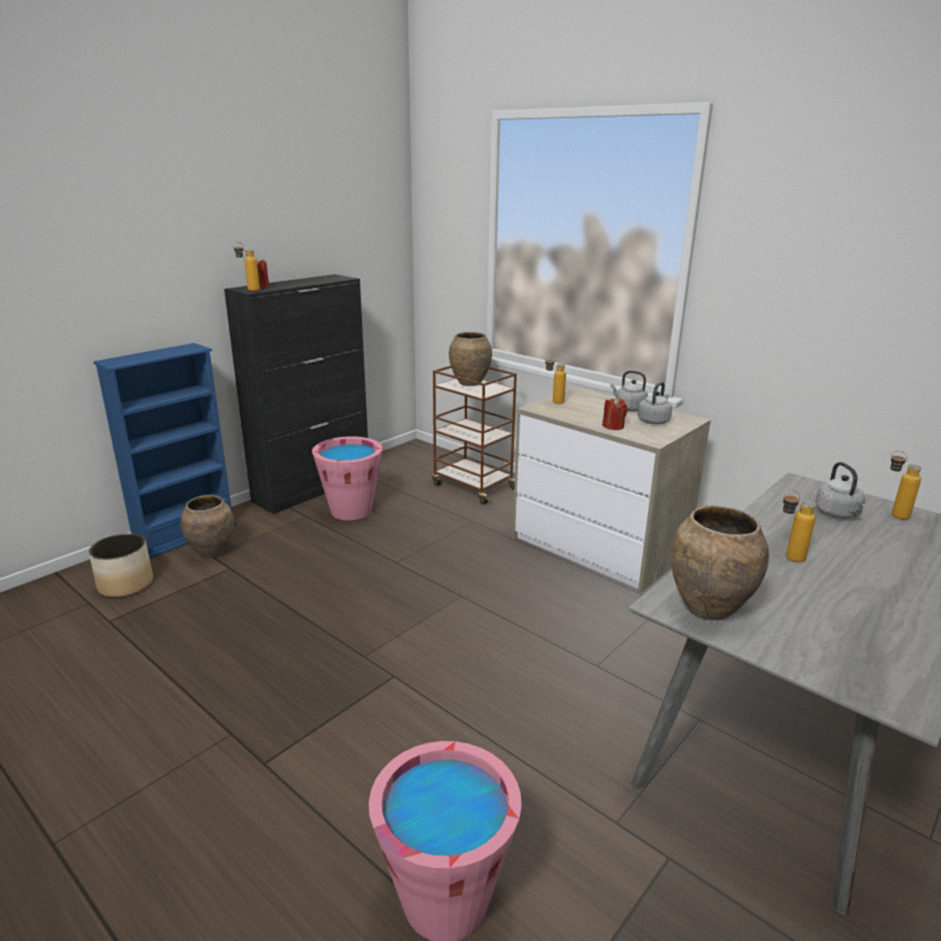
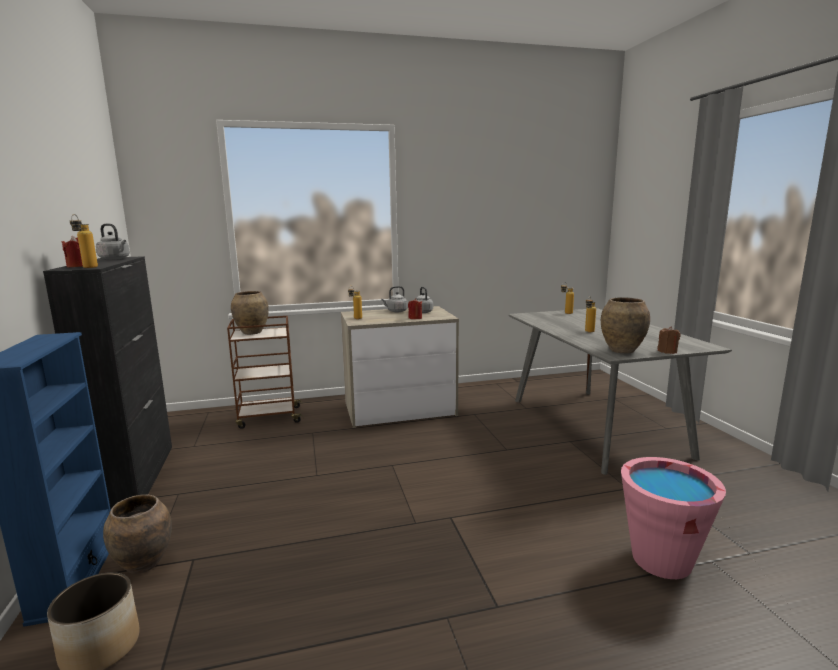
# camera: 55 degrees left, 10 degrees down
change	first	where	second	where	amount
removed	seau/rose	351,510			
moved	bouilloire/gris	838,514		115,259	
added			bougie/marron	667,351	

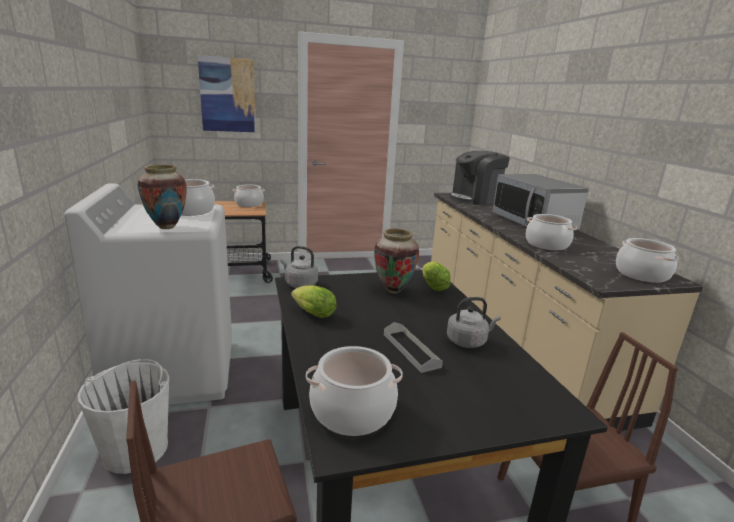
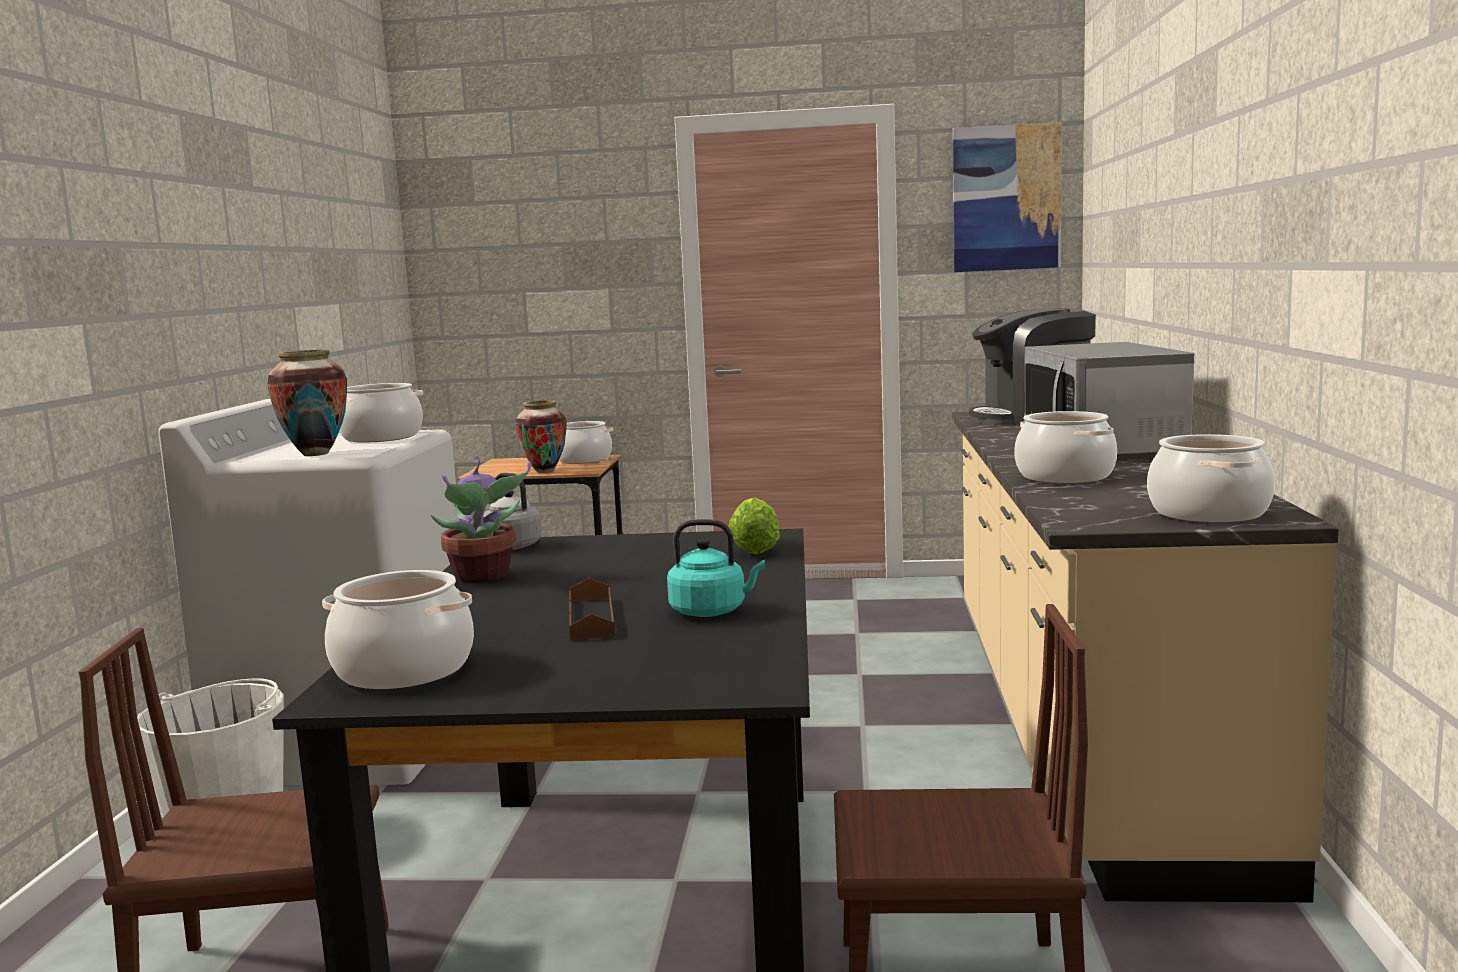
# camera: 20 degrees right, 10 degrees down
change	first	where	second	where	amount
moved	tableau	228,95		1006,198	
replaced	laitue	311,313	plante en pot	483,577	
moved	vase	393,290		545,471	
recoloured	plateau/gris	411,350	plateau/marron	591,618	
recoloured	bouilloire/gris	468,341	bouilloire/turquoise	712,611	

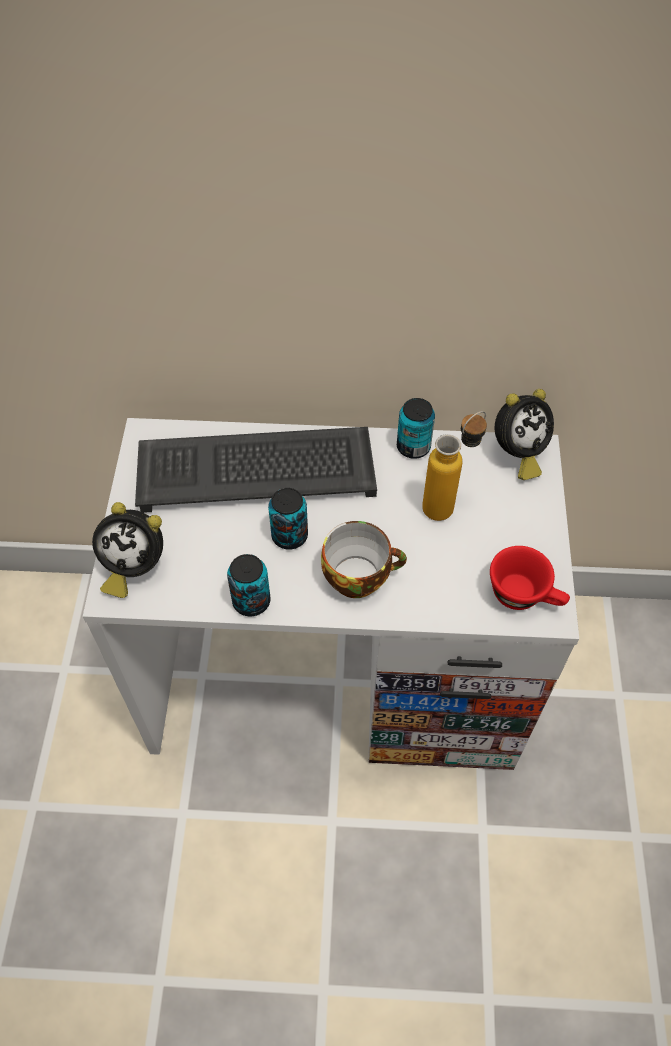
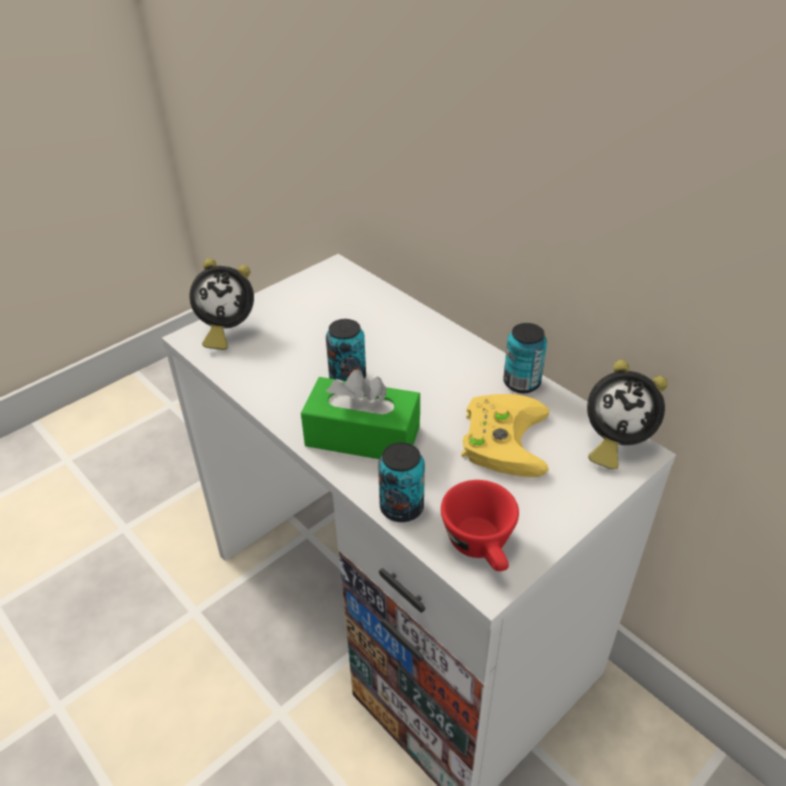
# camera: 45 degrees right, 15 degrees down
change	first	where	second	where	amount
turned	réveil	133,567		226,331	60 degrees counterclockwise
removed	clavier	258,468			
moved	boîte métallique	251,601		401,507	
replaced	tasse	359,576	boîte à mouchoirs/vert	362,436	
replaced	bouteille	448,503	manette/jaune	501,436	

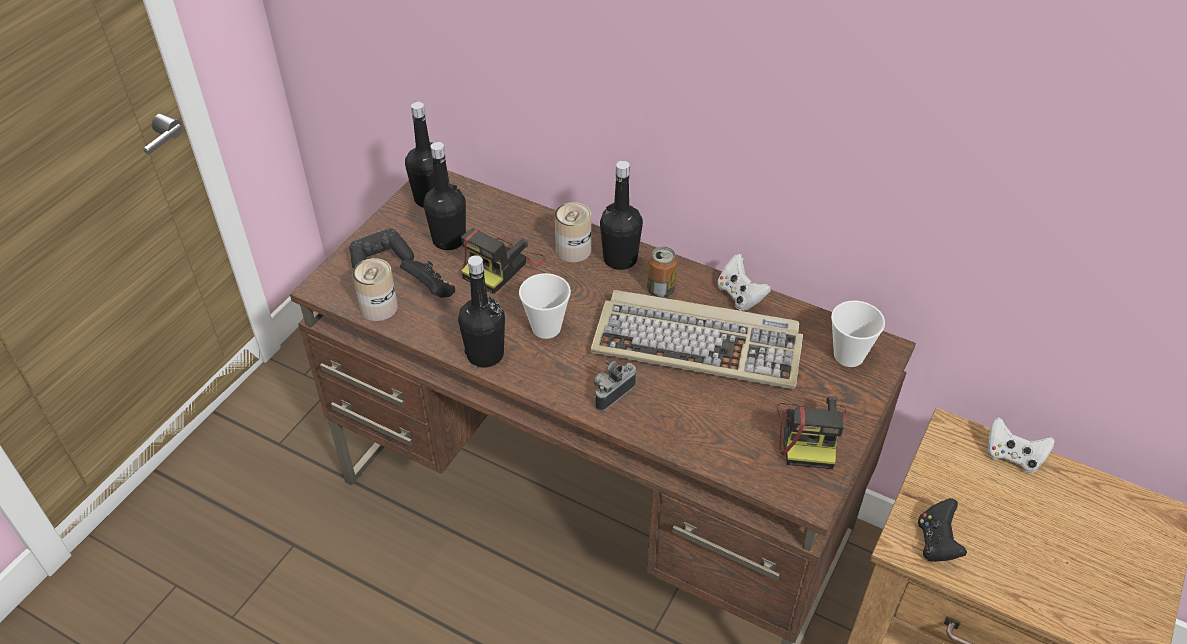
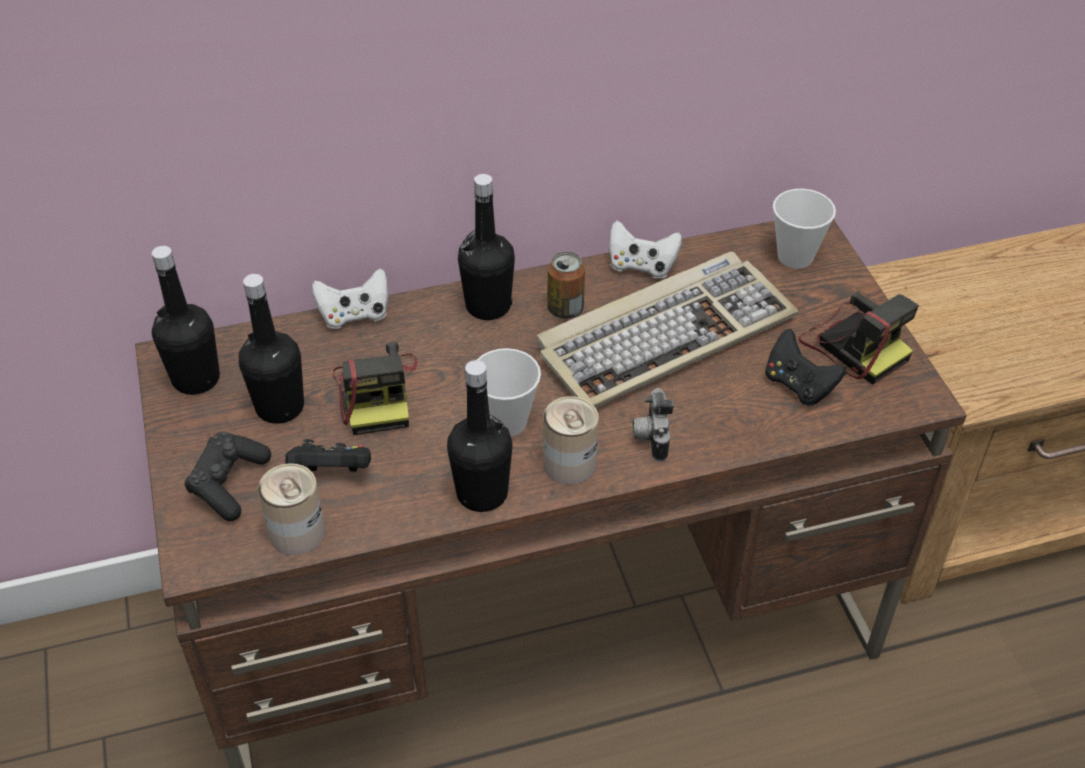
# camera: 45 degrees left, 0 degrees up
change	first	where	second	where	amount
moved	boîte métallique	573,250		569,464	
moved	manette/noir	936,542		798,385	
moved	manette/blanc	1012,456		354,315	

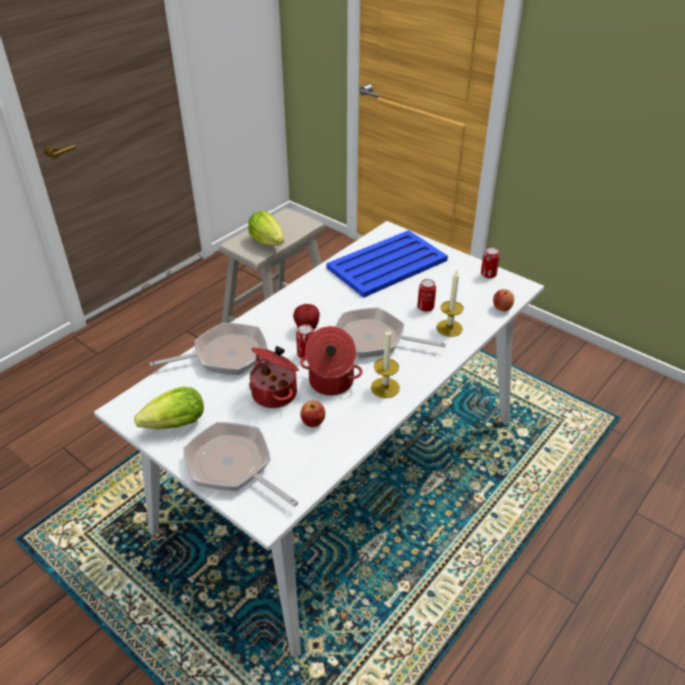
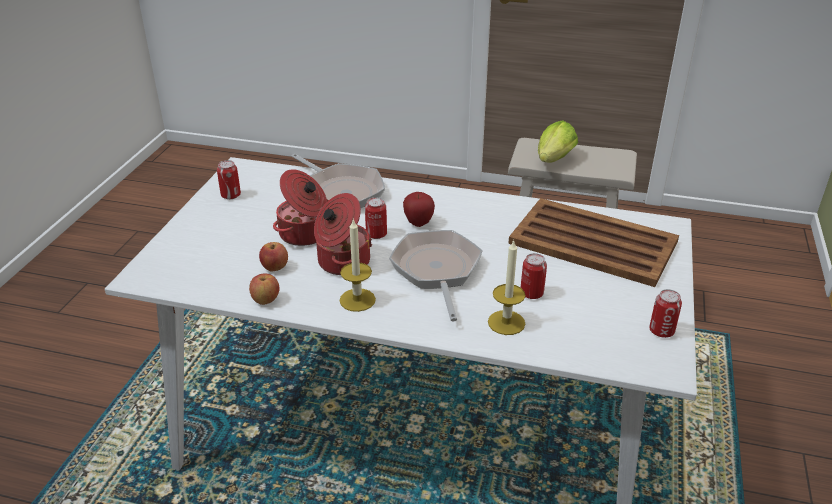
# camera: 65 degrees right, 5 degrees down
change	first	where	second	where	amount
replaced	laitue	172,426	boîte métallique	231,195	
removed	poêle	233,466			
recoloured	plateau/bleu	386,264	plateau/marron	591,242	
moved	pomme	502,308		265,300	

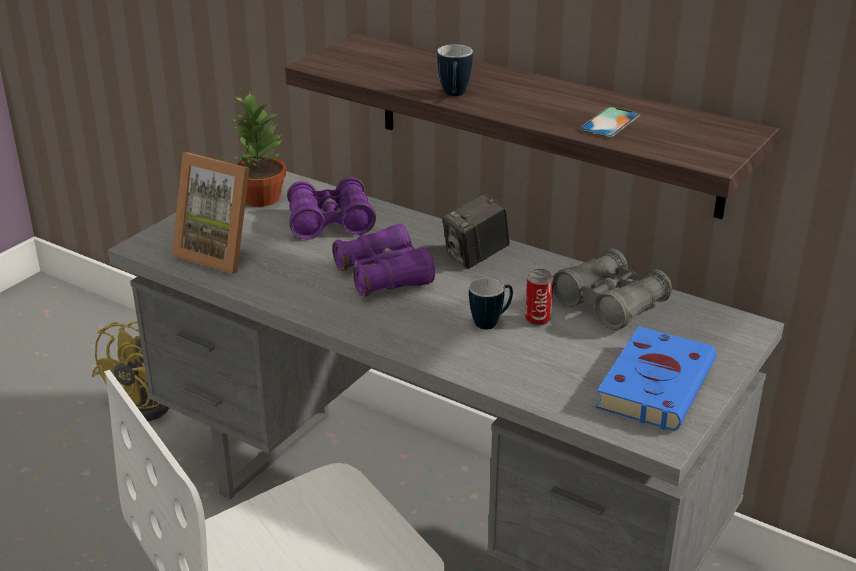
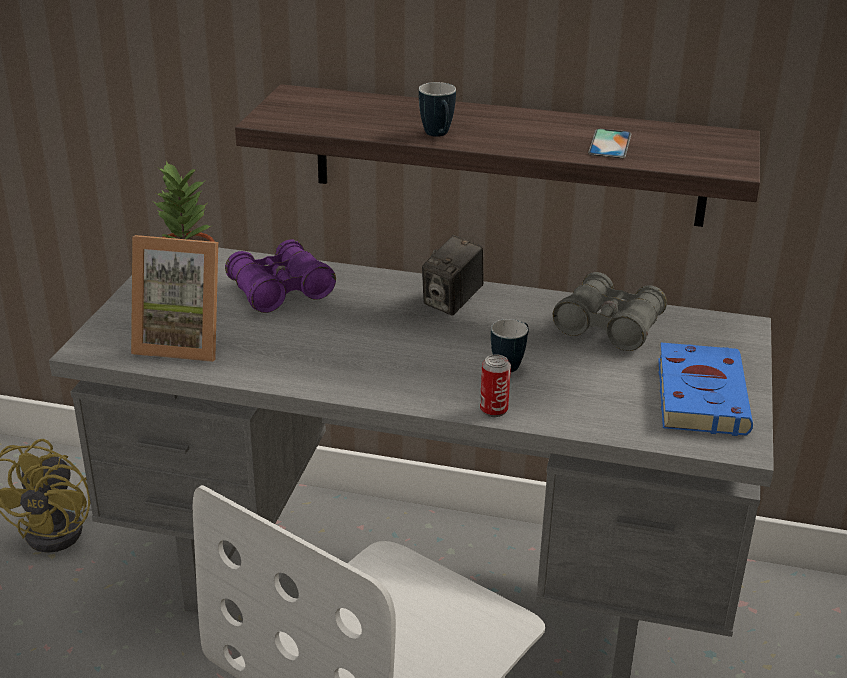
# camera: 20 degrees left, 0 degrees up
change	first	where	second	where	amount
removed	jumelles/violet	383,276			
moved	boîte métallique	537,319		493,410	

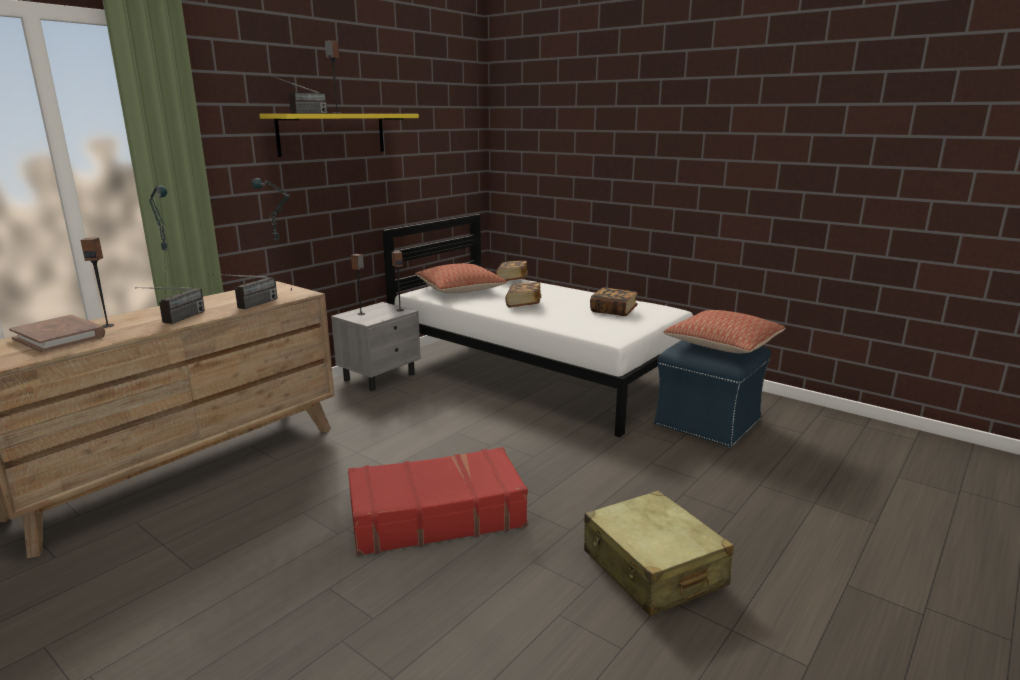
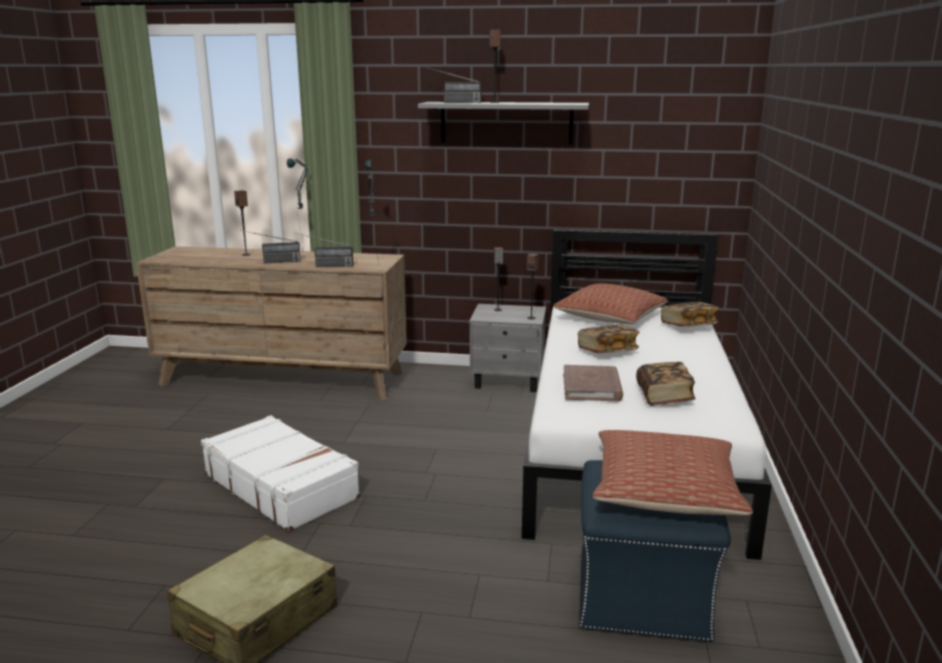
# camera: 60 degrees right, 0 degrees up
change	first	where	second	where	amount
moved	livre/marron	59,337		592,387	
recoloured	étagère/jaune	332,134	étagère/gris	506,122	
recoloured	valise/rouge	436,515	valise/blanc	281,486	

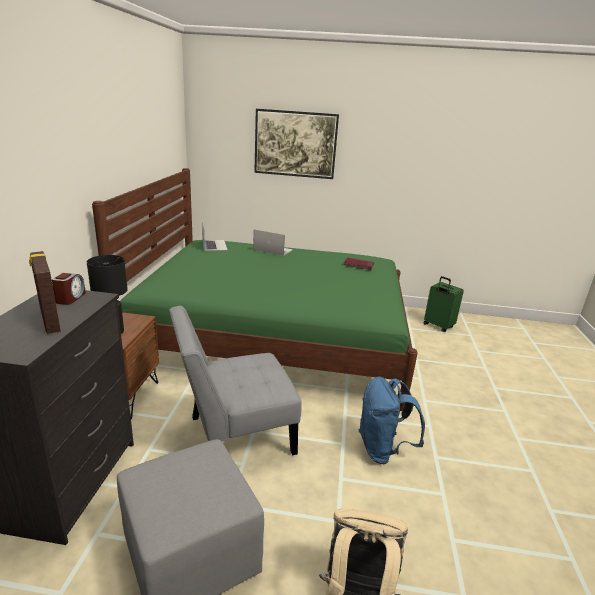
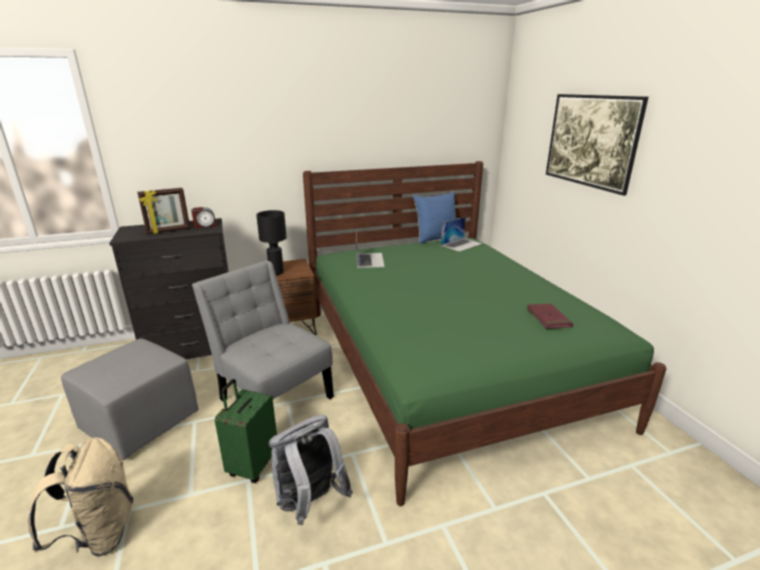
# camera: 65 degrees right, 0 degrees up
change	first	where	second	where	amount
turned	cadre photo	49,320		168,231	150 degrees counterclockwise
moved	ordinateur portable	273,249		369,260	
recoloured	sac à dos/bleu	383,449	sac à dos/gris	309,503	
moved	valise/vert	438,326		252,465	
added			coussin/bleu	435,239	

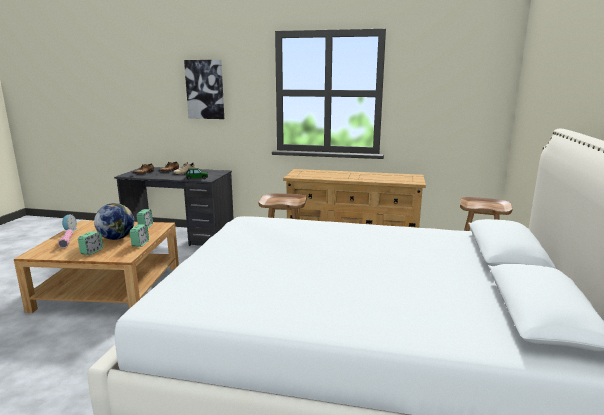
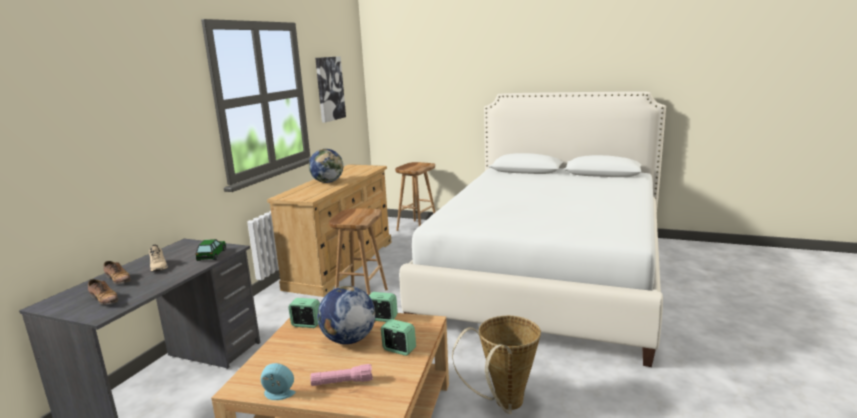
# camera: 80 degrees left, 0 degrees up
change	first	where	second	where	amount
moved	tableau	205,89		329,88	
added			globe	328,182	
added			panier	504,405	

